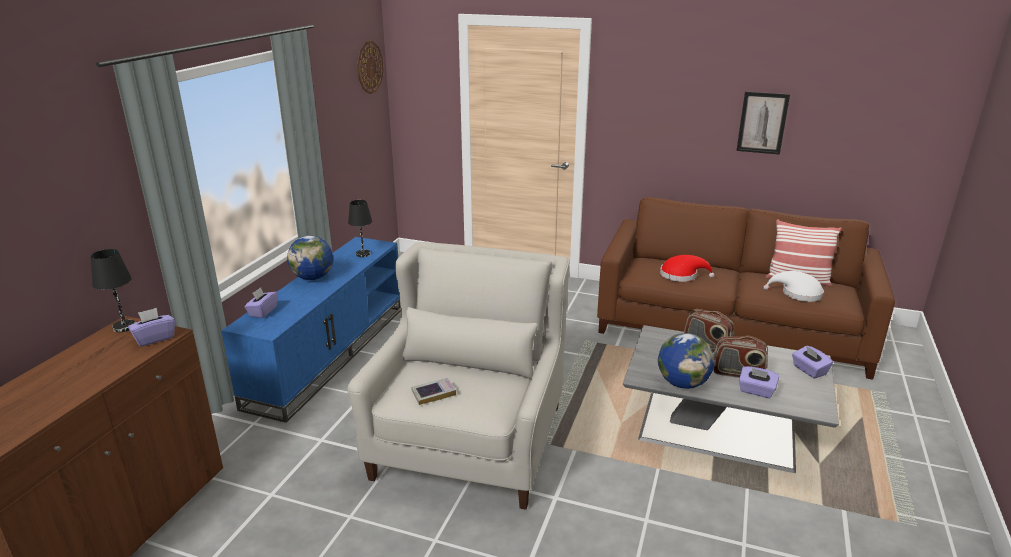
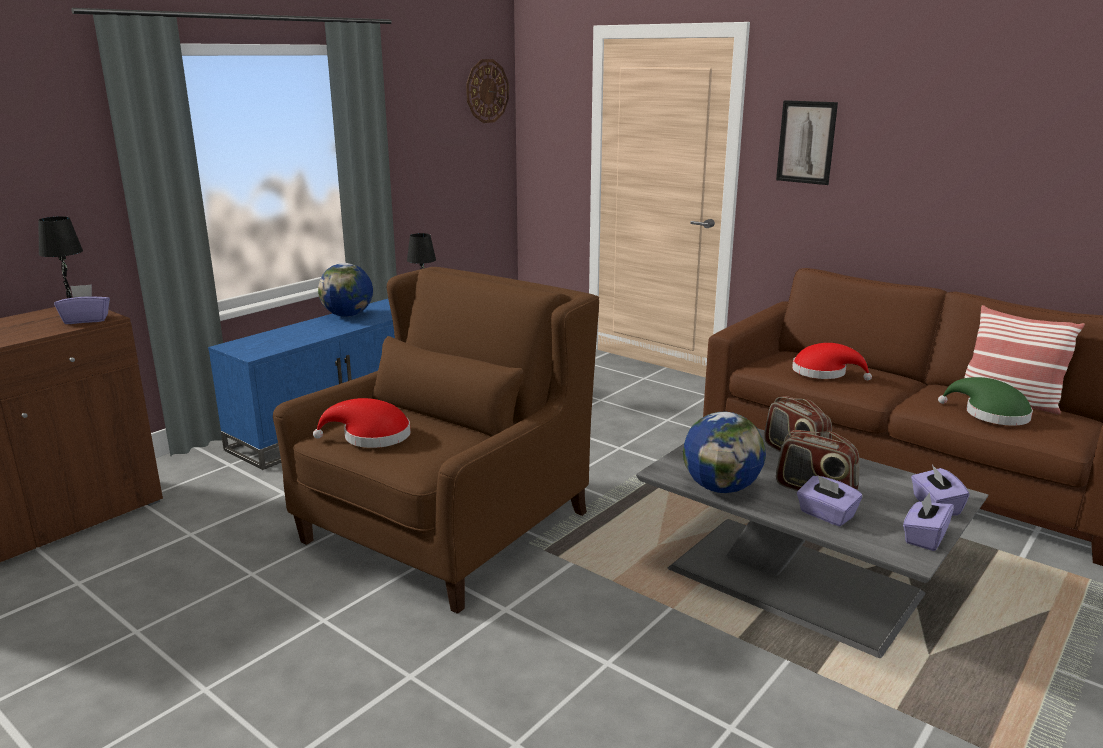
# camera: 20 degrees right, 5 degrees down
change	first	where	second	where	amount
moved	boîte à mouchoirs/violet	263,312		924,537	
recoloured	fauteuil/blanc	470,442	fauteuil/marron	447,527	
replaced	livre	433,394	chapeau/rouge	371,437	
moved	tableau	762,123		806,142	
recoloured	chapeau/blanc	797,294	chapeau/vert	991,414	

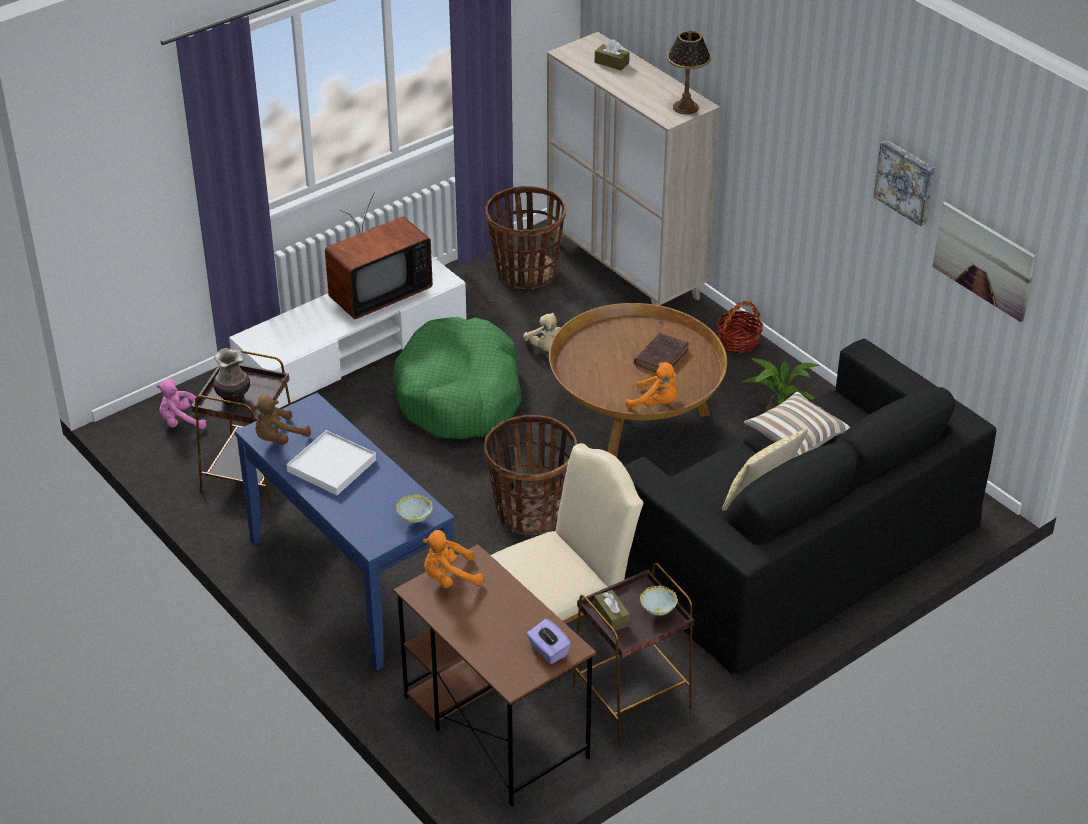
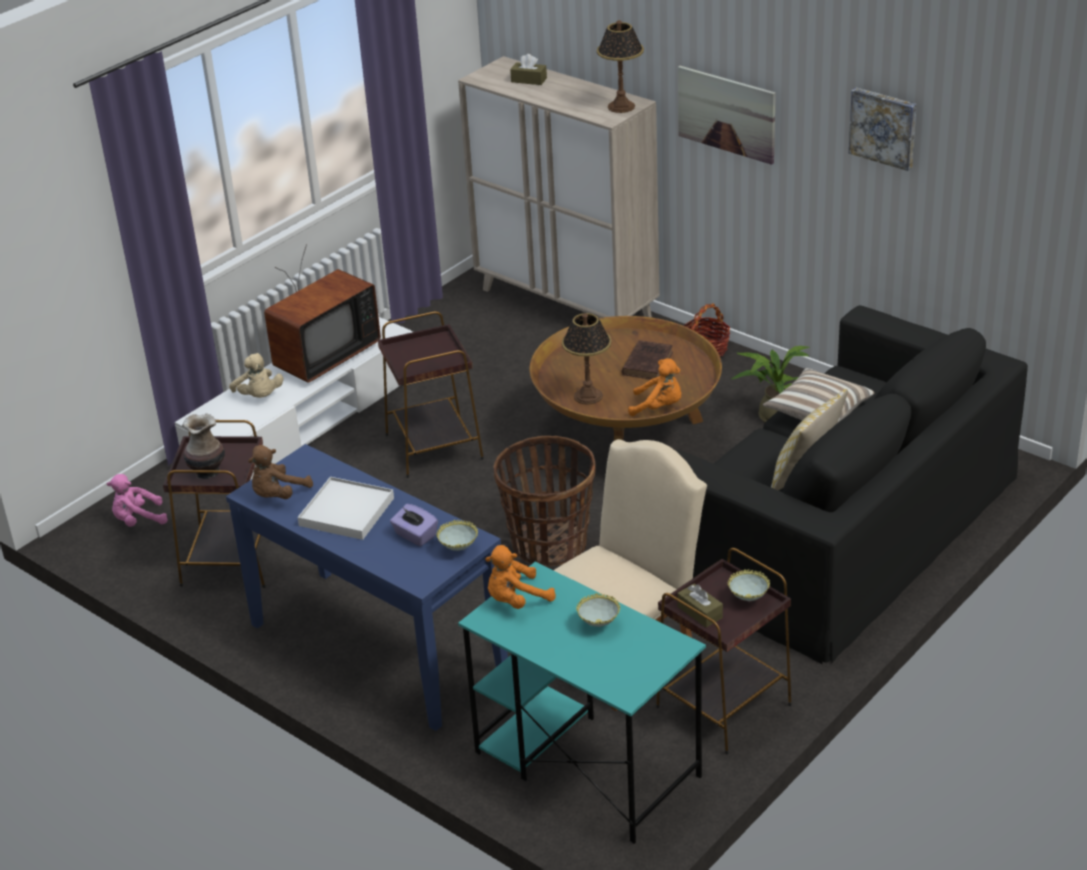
# camera: 10 degrees left, 5 degrees down
change	first	where	second	where	amount
replaced	panier pour chien/vert	460,396	table d'appoint/marron	434,446	
recoloured	bureau/marron	494,726	bureau/turquoise	585,763	
removed	panier	525,273			
moved	peluche/beige	547,349		259,397	
moved	boîte à mouchoirs/violet	548,651		415,536	
moved	tableau	984,260		726,114	
added			lampe de table	588,396	
added			bol	599,625	

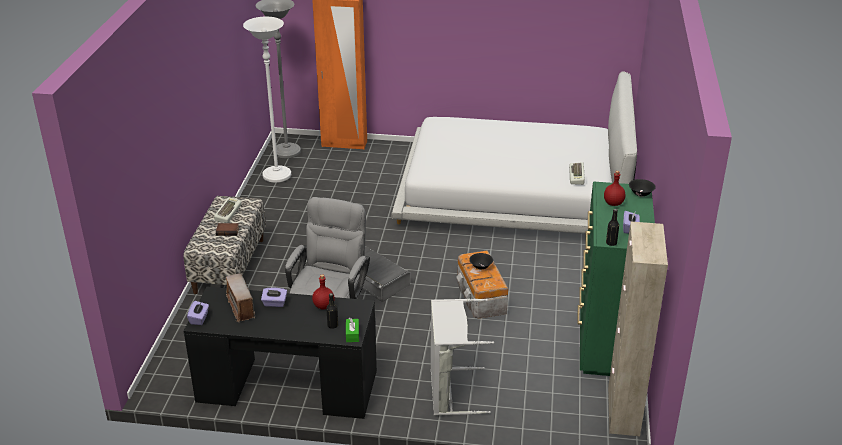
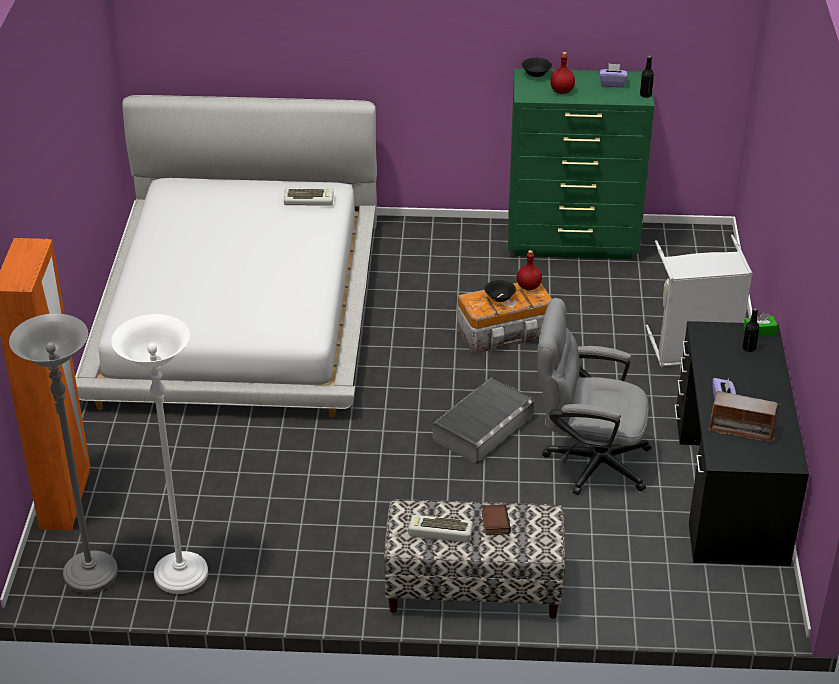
# camera: 95 degrees left, 5 degrees up
change	first	where	second	where	amount
removed	boîte à mouchoirs/violet	199,319			
turned	radio	241,307		742,429	45 degrees clockwise
moved	bouteille/rouge	324,306		528,286	
removed	meuble de rangement/beige	623,411			

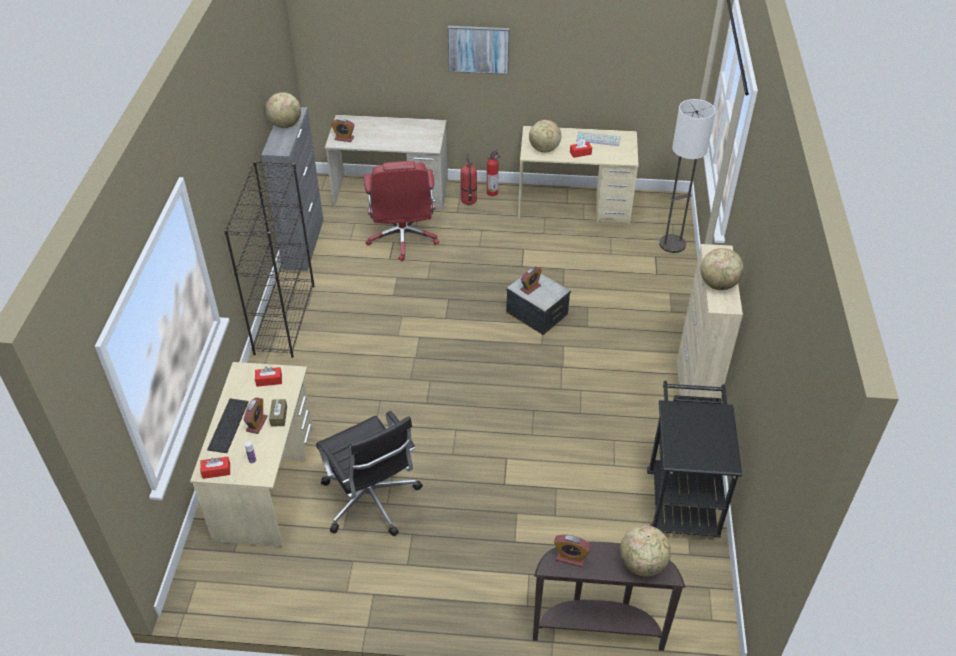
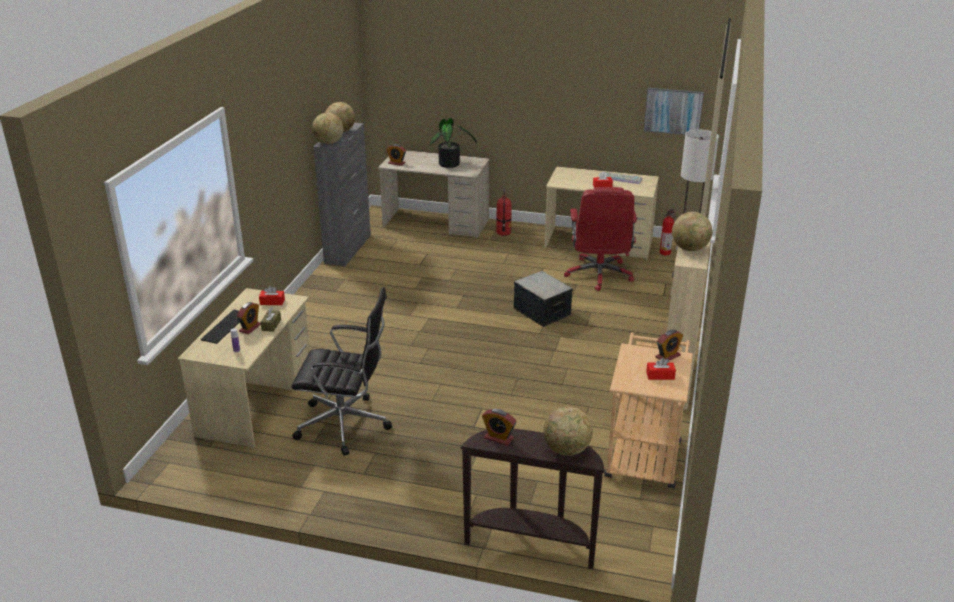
# camera: 10 degrees right, 15 degrees down
change	first	where	second	where	amount
moved	boîte à mouchoirs/rouge	216,471		660,375	
removed	bibliothèque/noir	284,319			
turned	chaise de bureau/noir	371,501		346,425	60 degrees counterclockwise
moved	chaise de bureau/rouge	403,238		599,275	
moved	tableau	478,49		673,111	
moved	extincteur	493,192		665,252	
moved	réveil	530,287		667,356	
moved	globe	544,149		328,143	
recoloured	chariot/noir	681,495	chariot/beige	644,453	
added			plante en pot	451,164	

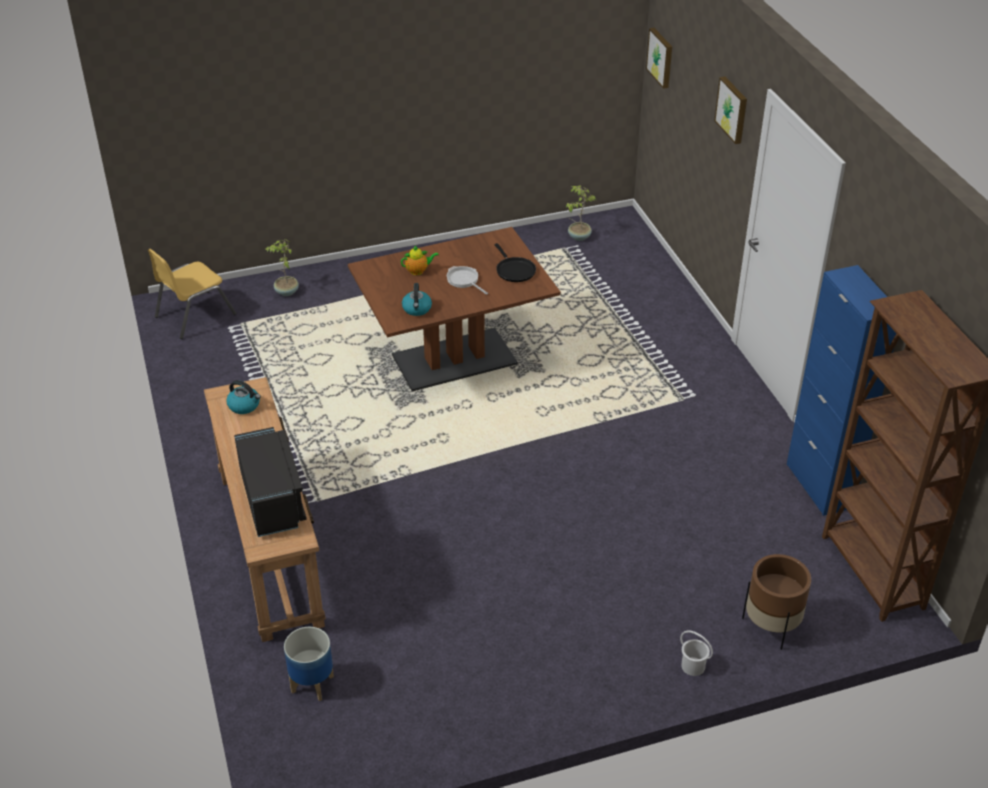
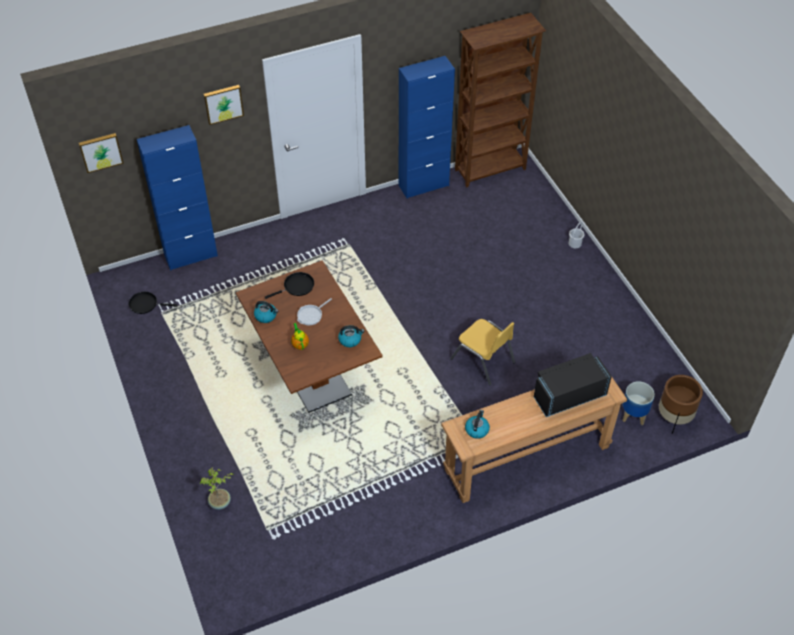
# camera: 95 degrees left, 10 degrees up
change	first	where	second	where	amount
moved	chaise/jaune	194,315		483,360	
replaced	plante en pot	578,237	poêle/noir	145,304	
moved	cache-pot/marron	771,626		673,418	
added			meuble de rangement/bleu	191,255	
added			bouilloire	266,316	

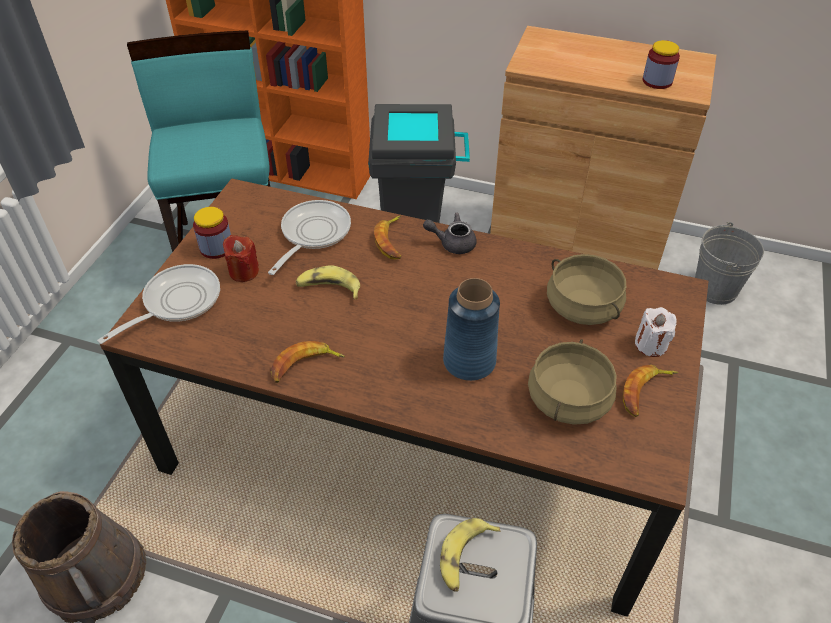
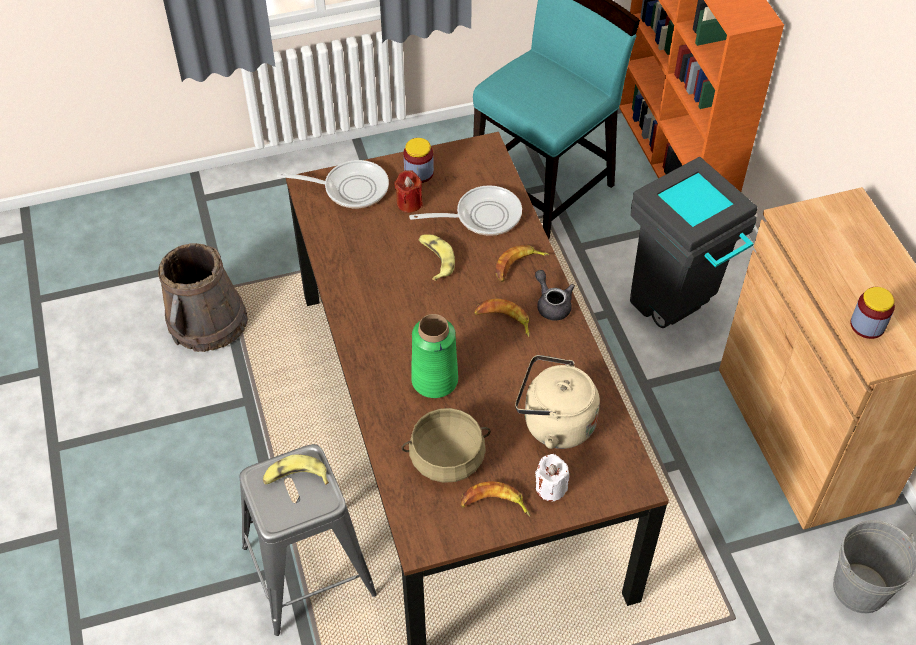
# camera: 55 degrees right, 5 degrees up
change	first	where	second	where	amount
moved	banane	305,366		503,320	
recoloured	vase/bleu	469,361	vase/vert	434,380	
replaced	marmite/beige	582,307	bouilloire/beige	554,423	

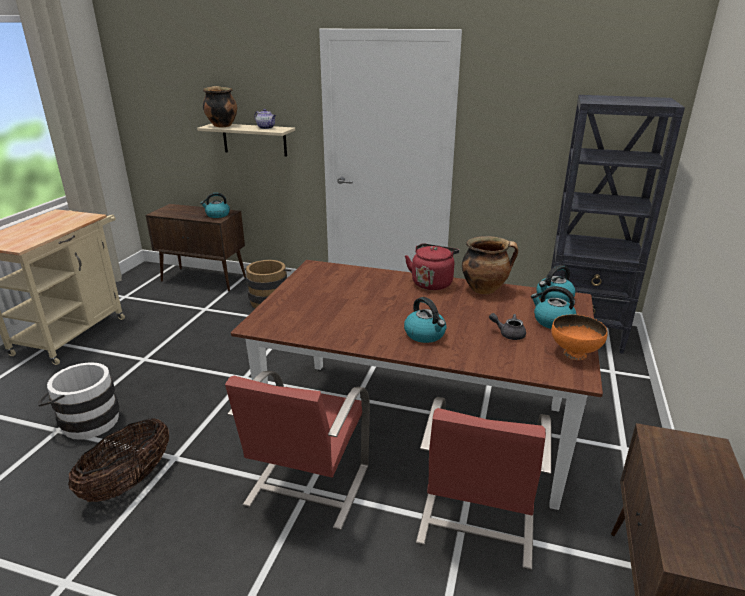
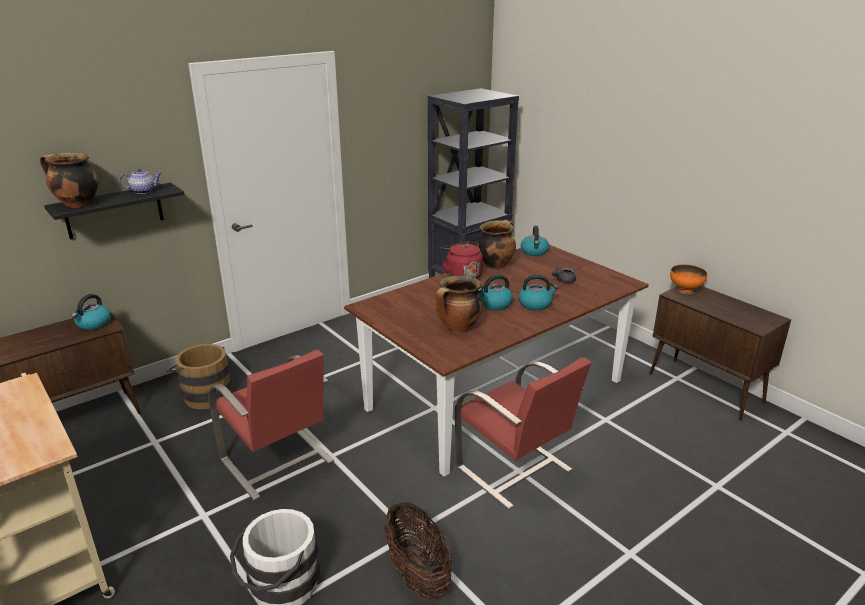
# camera: 55 degrees left, 0 degrees up
change	first	where	second	where	amount
recoloured	étagère/beige	254,139	étagère/noir	114,211	
moved	chaise/rouge	476,520		277,462	
moved	bouilloire	552,321		494,304	
moved	bol/orange	575,353		685,290	
added			marmite	458,328	

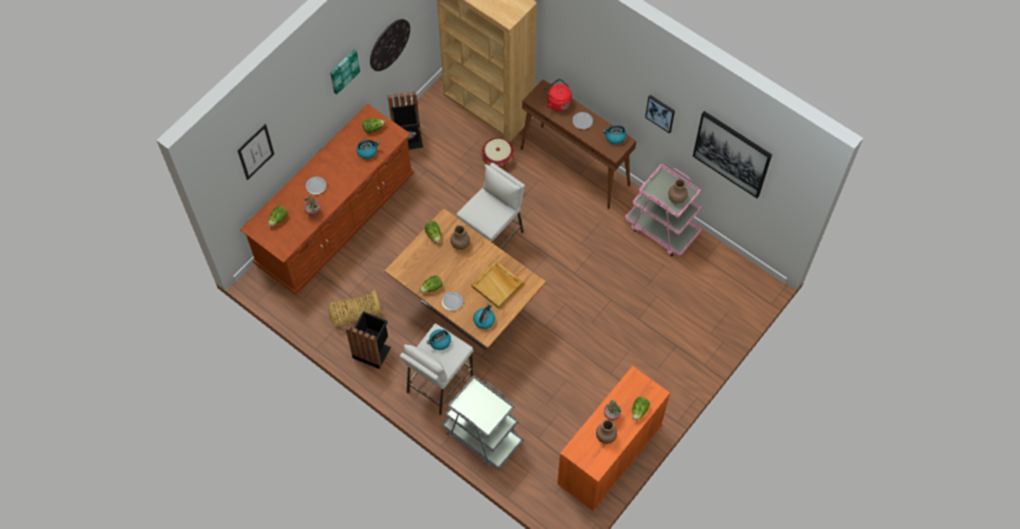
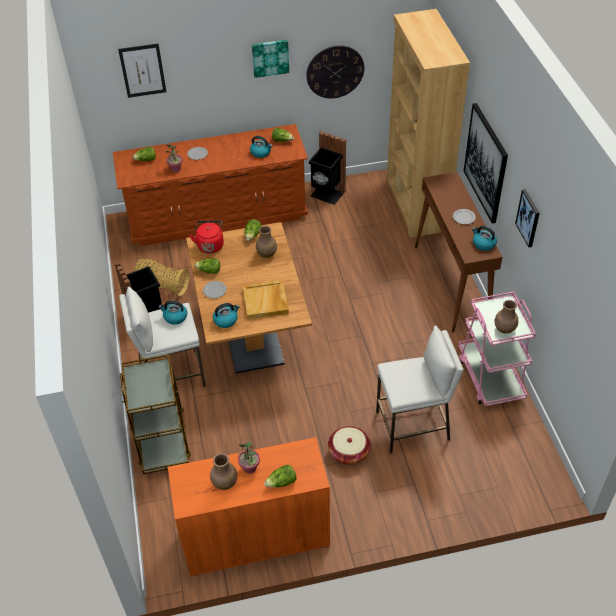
# camera: 40 degrees right, 15 degrees down
change	first	where	second	where	amount
recoloured	chariot/gris	482,436	chariot/marron	162,439	
moved	tabouret/blanc	492,238		413,426	
moved	panier	497,158		349,452	
moved	bouilloire/rouge	557,102		210,245	
moved	tableau	732,154		486,163	

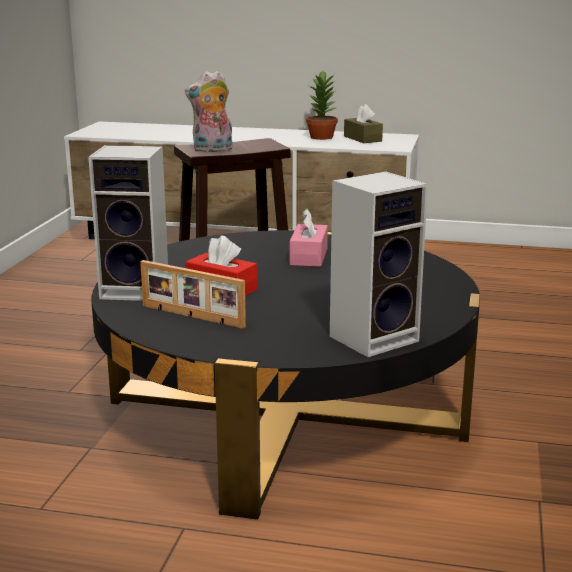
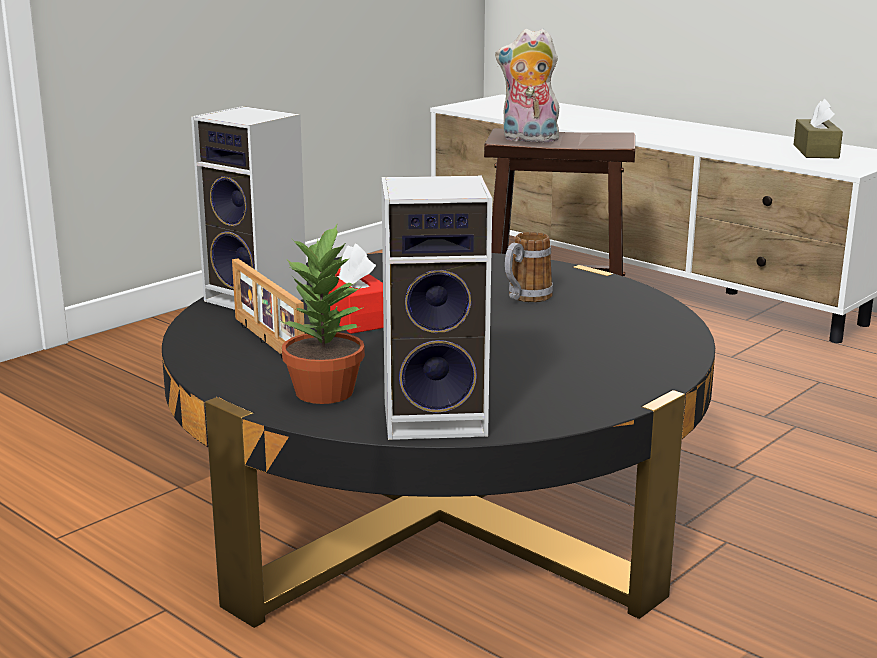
# camera: 30 degrees right, 0 degrees up
change	first	where	second	where	amount
replaced	boîte à mouchoirs/rose	308,257	mug	525,298	
moved	plante en pot	322,137		326,392	

